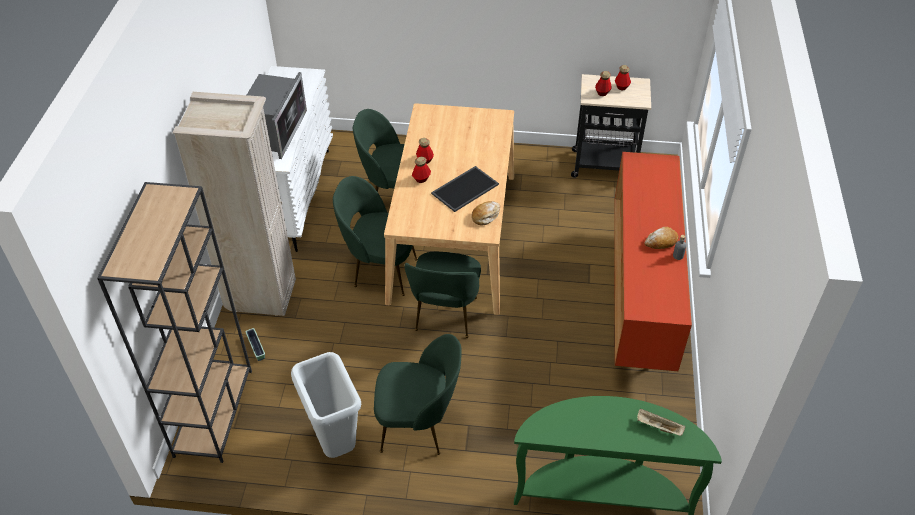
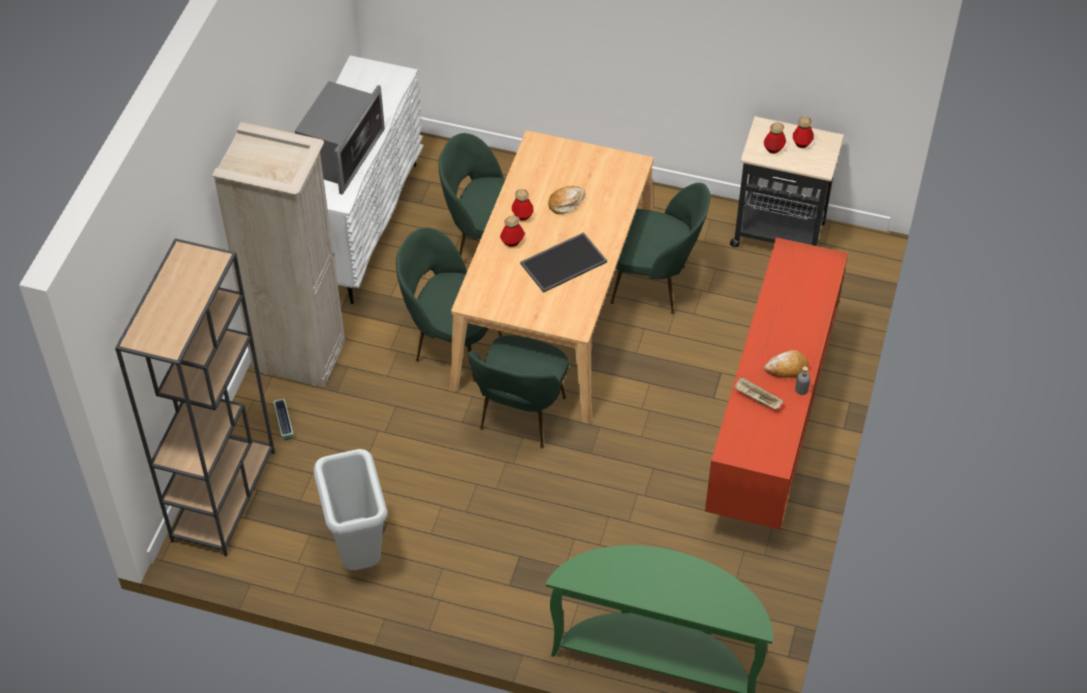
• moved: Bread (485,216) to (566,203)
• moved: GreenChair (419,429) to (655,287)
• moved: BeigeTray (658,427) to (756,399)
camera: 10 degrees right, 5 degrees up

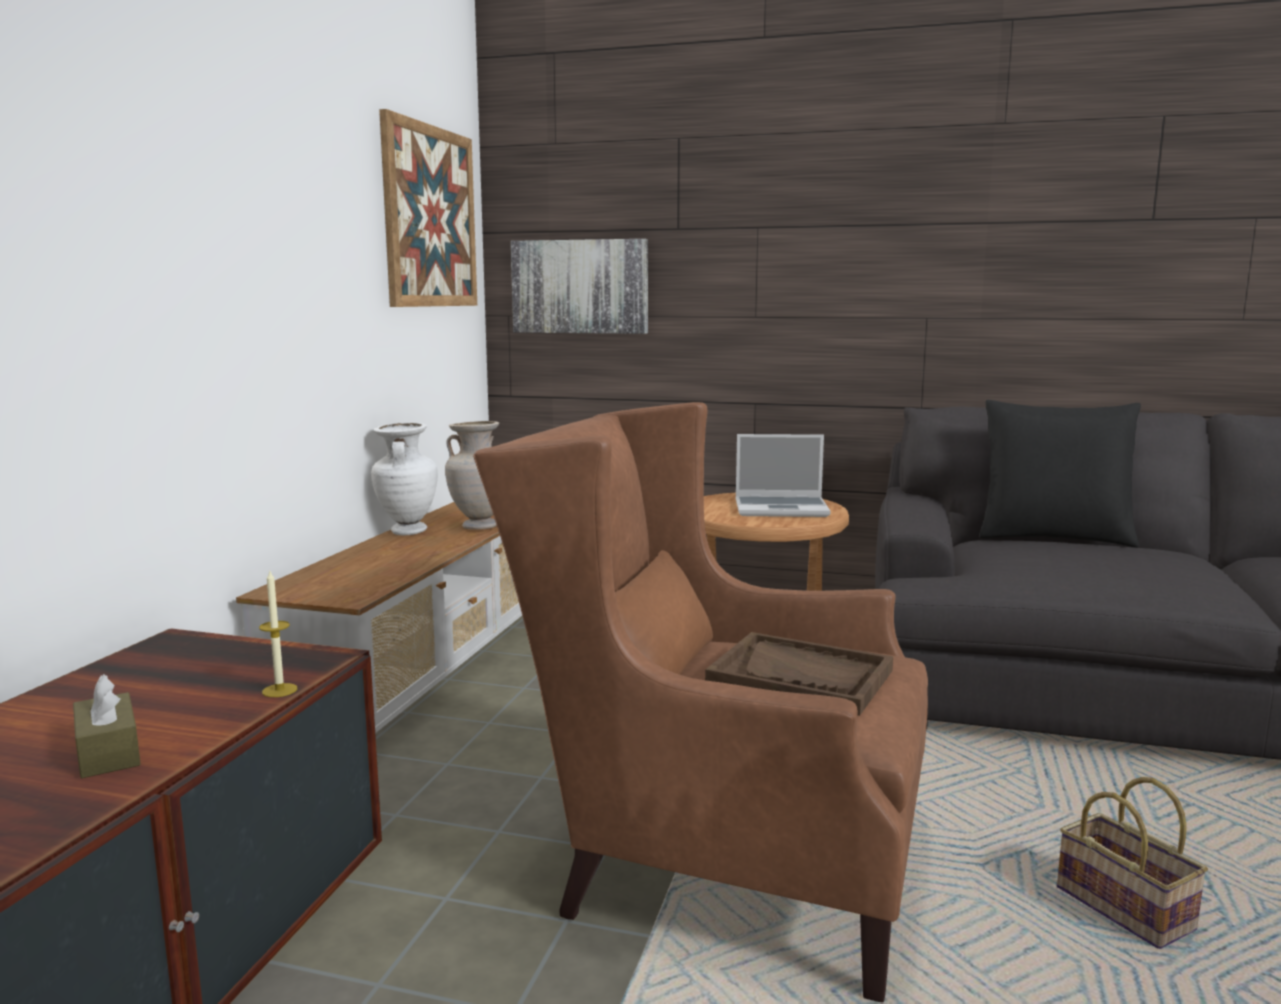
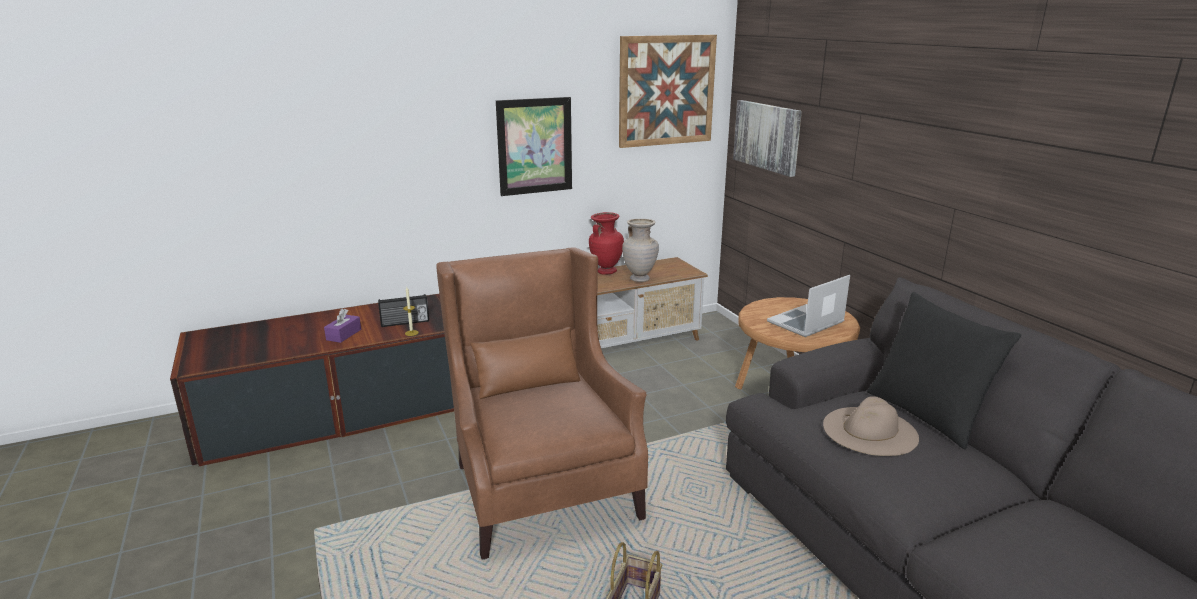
• recoloured: WhiteVase (407,531) to RedVase (606,271)
• turned: Laptop (782,509) = (806,323) 90 degrees clockwise
• removed: BrownTray (801,677)
• recoloured: BrownTissueBox (108,752) to PurpleTissueBox (344,334)
• added: Picture (535,146)
• added: Radio (405,322)
• added: BeigeHat (870,431)
camera: 50 degrees right, 10 degrees up

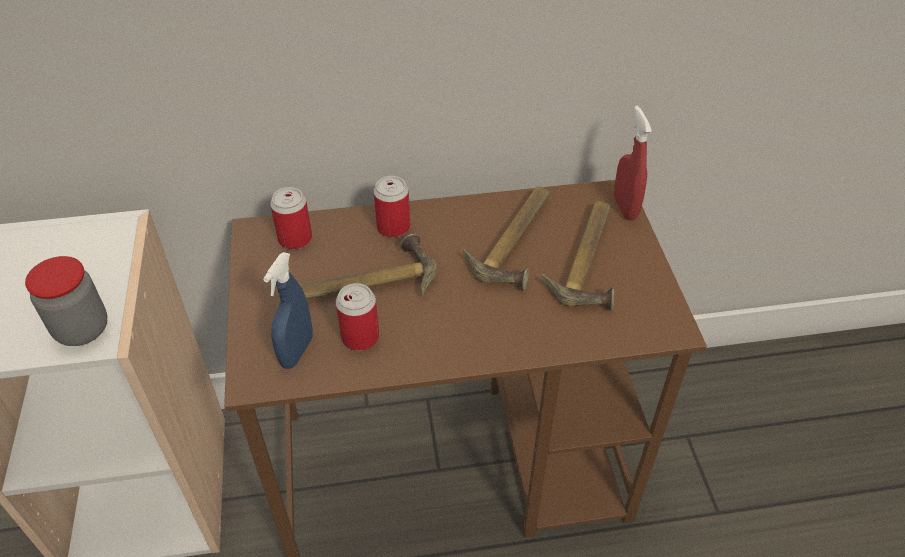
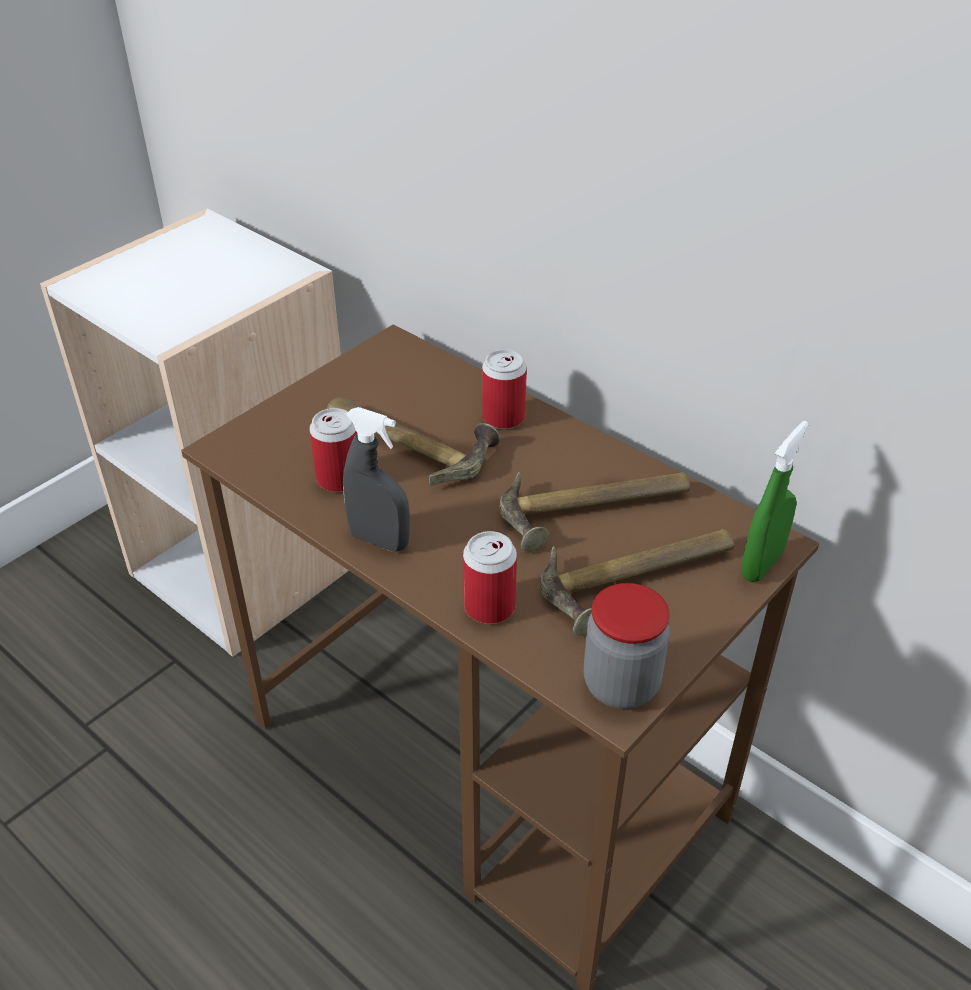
• recoloured: RedSprayBottle (625,207) to GreenSprayBottle (761,564)
• moved: Can (295,239) to (489,607)
• removed: BlueSprayBottle (297,351)
• moved: Jar (82,329) to (621,685)
• added: GreySprayBottle (379,540)
camera: 50 degrees right, 5 degrees down

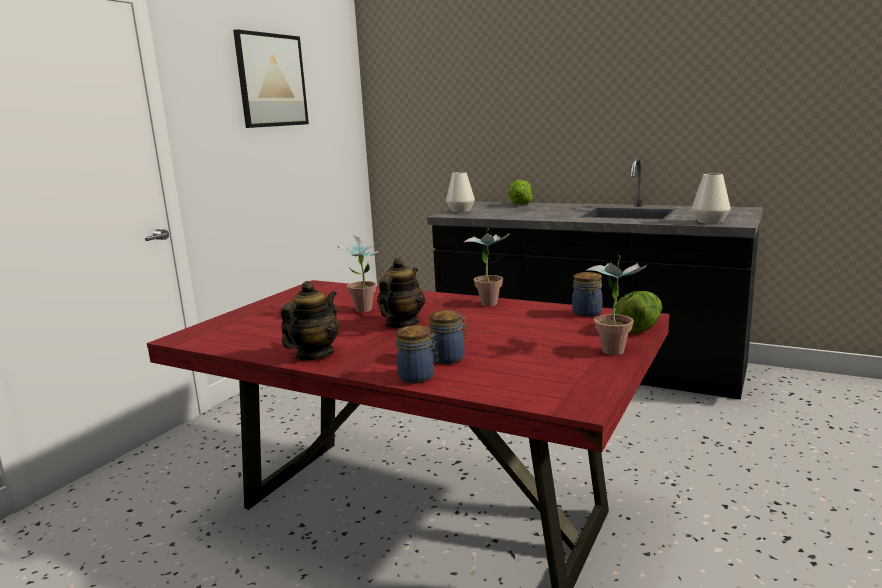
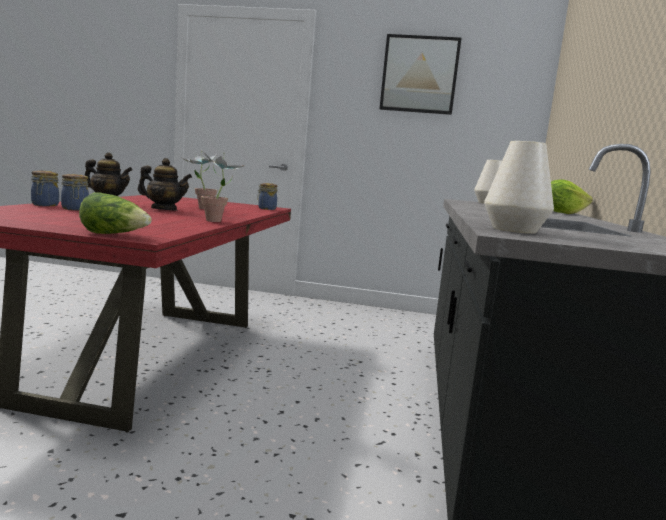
• removed: PottedPlant (615,349)
• moved: Jar (587,313) to (266,208)
camera: 70 degrees right, 5 degrees down

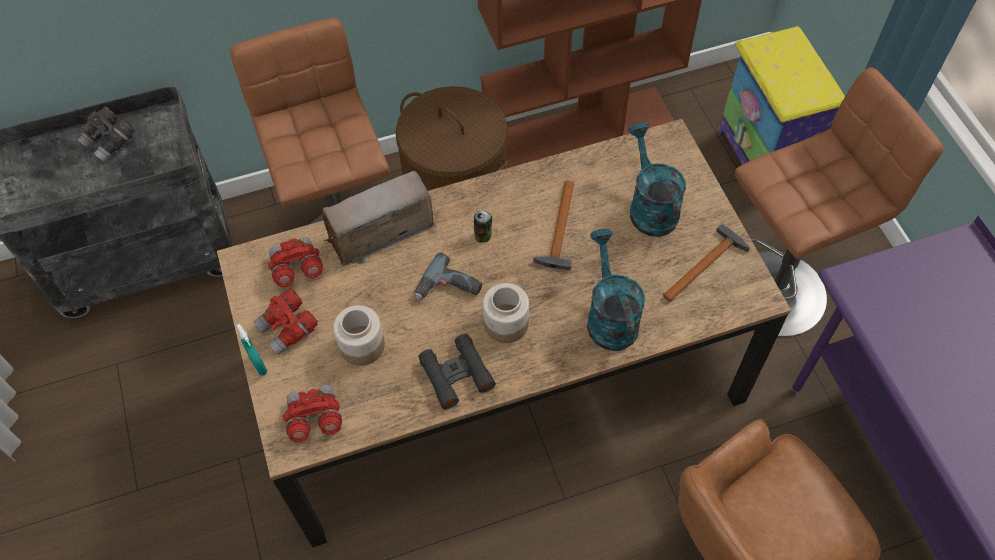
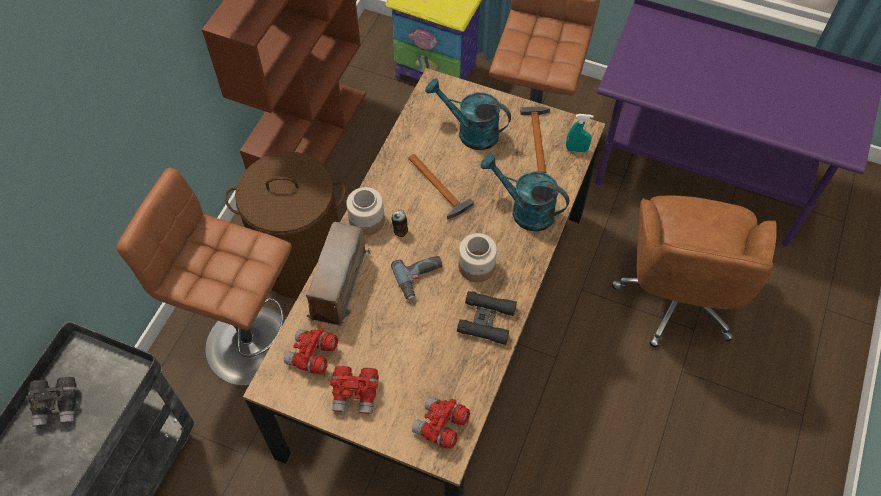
• moved: Jar (361,346) to (366,221)
• moved: TurquoiseSprayBottle (258,365) to (576,149)
camera: 50 degrees left, 0 degrees up

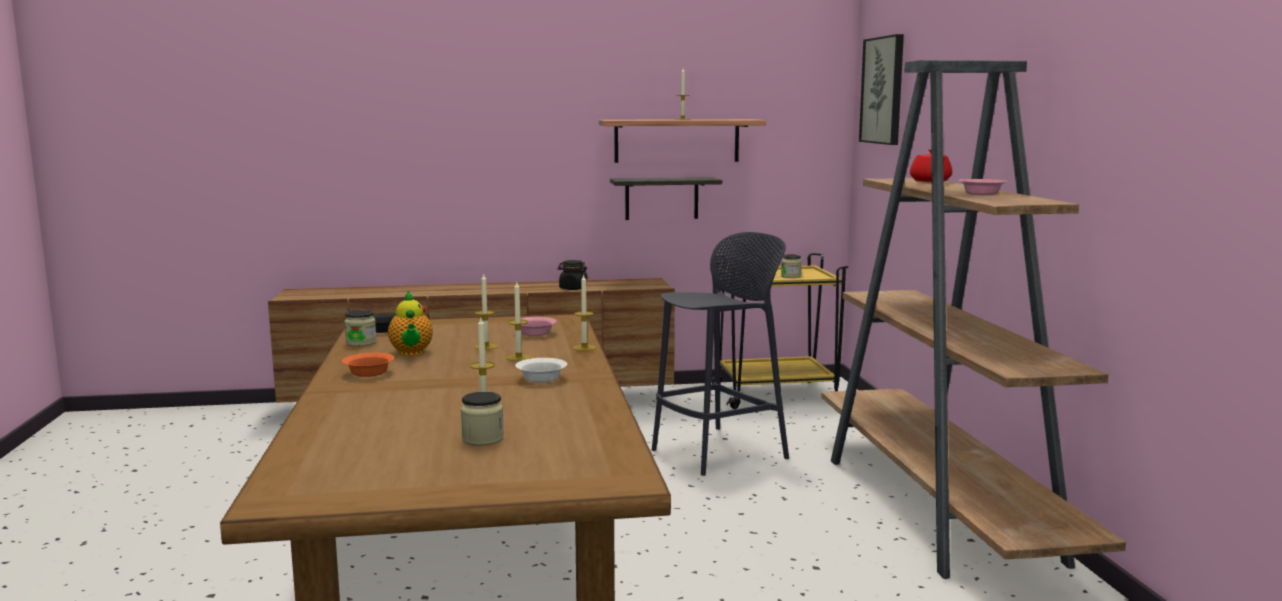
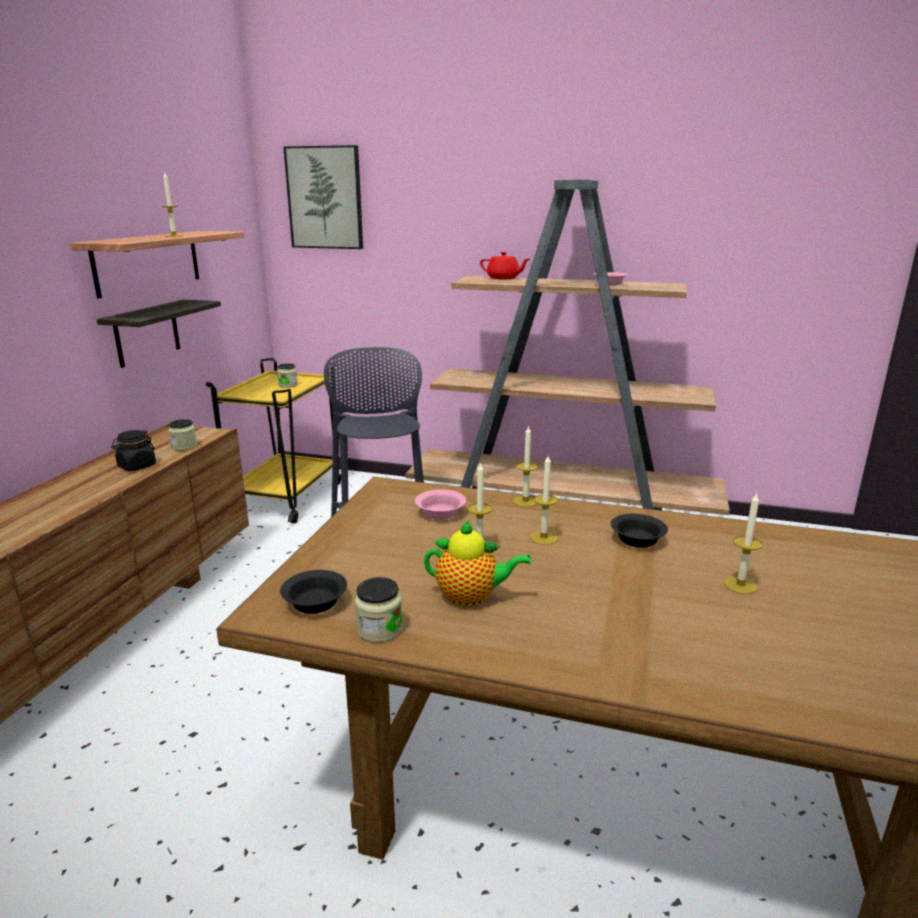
• removed: OrangeBowl (367,373)
• recoloured: WhiteBowl (541,378) to BlackBowl (636,540)
• moved: Jar (482,439) to (184,446)
camera: 65 degrees left, 10 degrees up

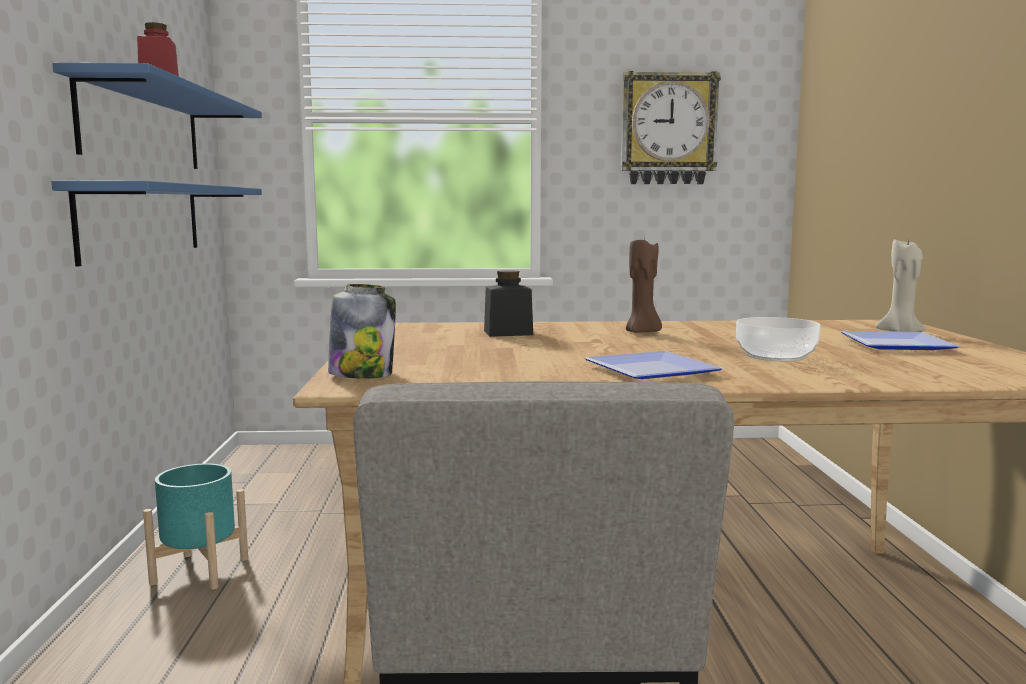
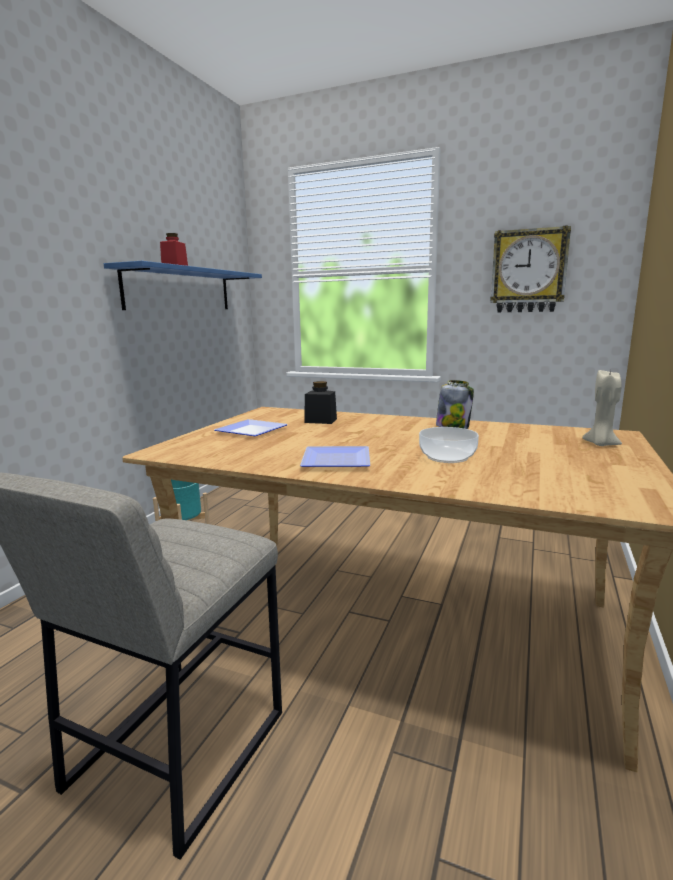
• removed: BlueShelf (143,220)
• removed: BrownCandle (642,332)
• moved: Jar (362,374) to (453,427)
• moved: Plate (897,344) to (254,430)
camera: 25 degrees right, 5 degrees up

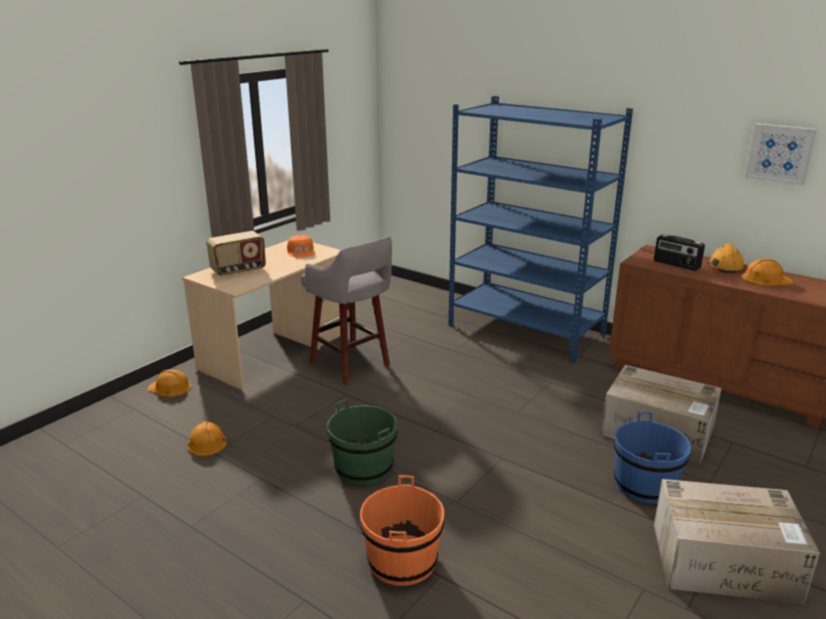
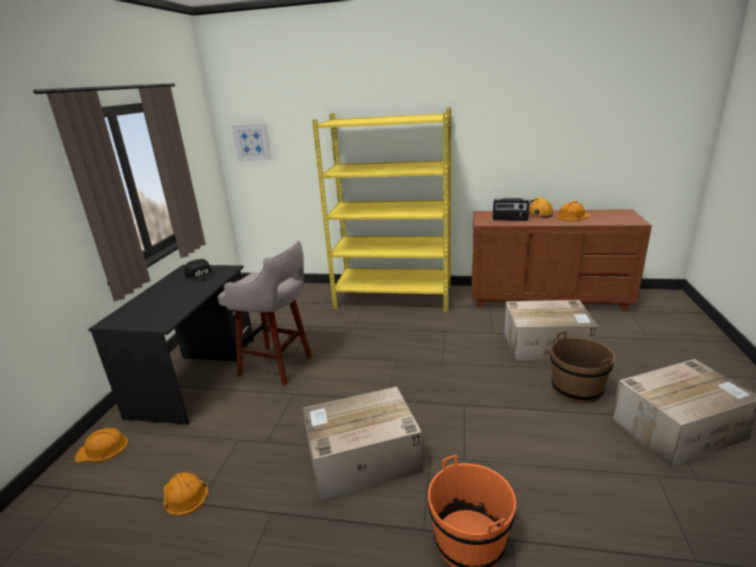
• recoloured: BlueBookcase (525,330) to YellowBookcase (393,297)
• moved: Picture (780,153) to (252,142)
• removed: Radio (238,270)
• recoloured: OrangeCap (301,251) to BlackCap (200,275)
• recoloured: BeigeDesk (275,352) to BlackDesk (196,375)
• replaced: GreenBucket (363,467) to CardboardBox (361,459)
• recoloured: BlueBucket (645,485) to BrownBucket (577,388)
camera: 25 degrees left, 0 degrees up

